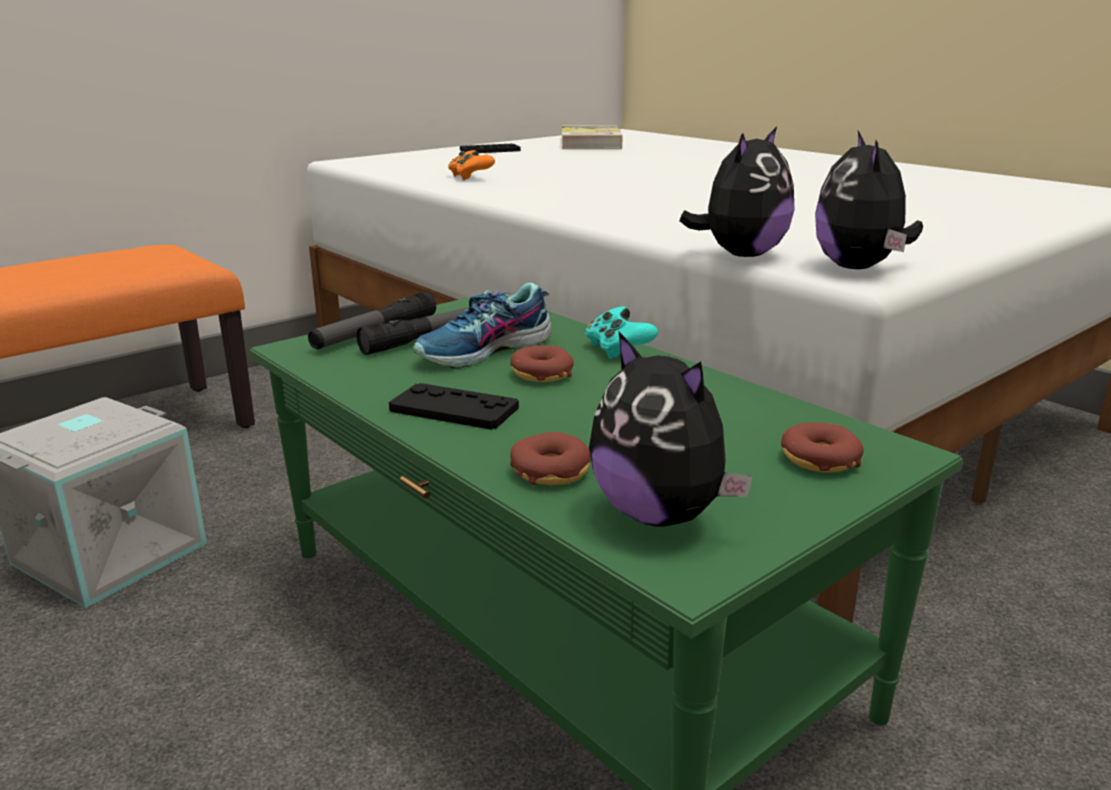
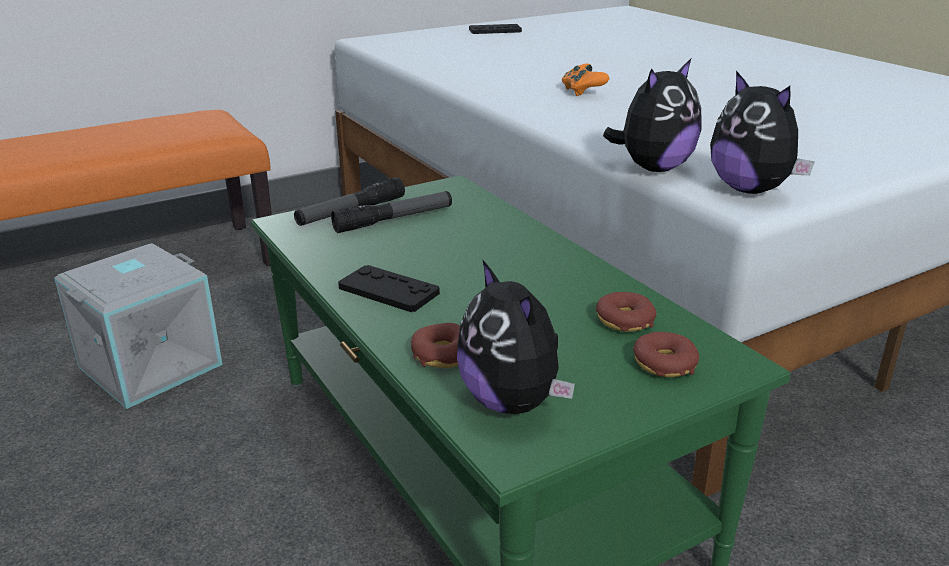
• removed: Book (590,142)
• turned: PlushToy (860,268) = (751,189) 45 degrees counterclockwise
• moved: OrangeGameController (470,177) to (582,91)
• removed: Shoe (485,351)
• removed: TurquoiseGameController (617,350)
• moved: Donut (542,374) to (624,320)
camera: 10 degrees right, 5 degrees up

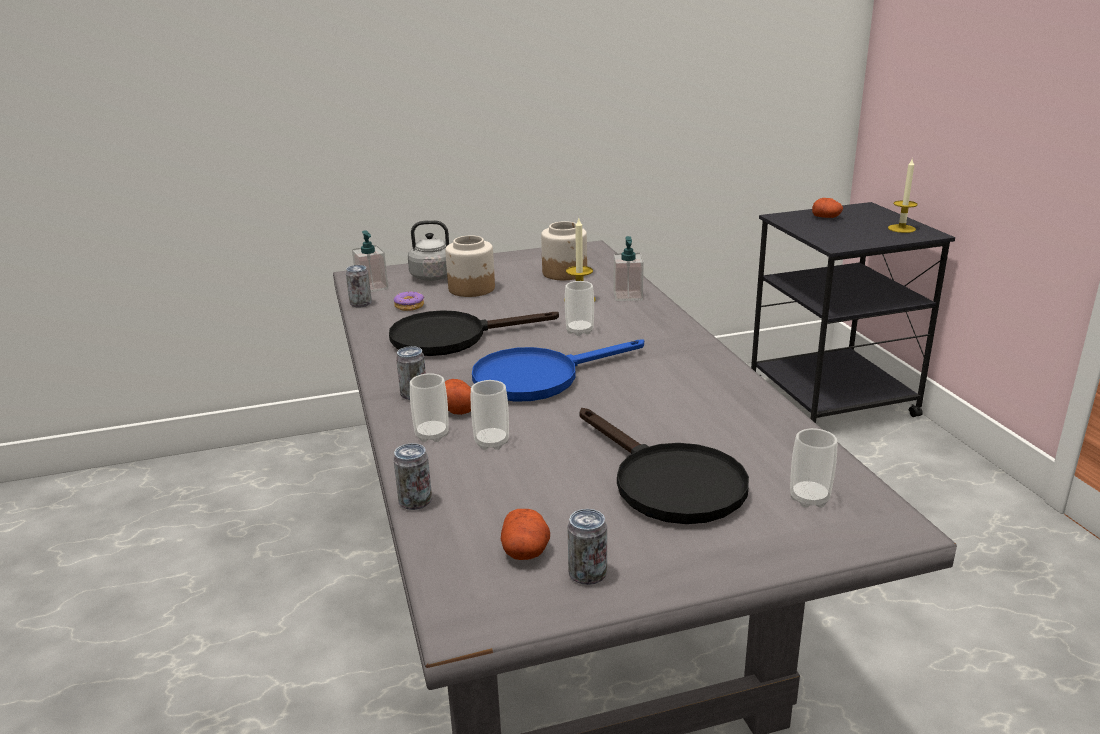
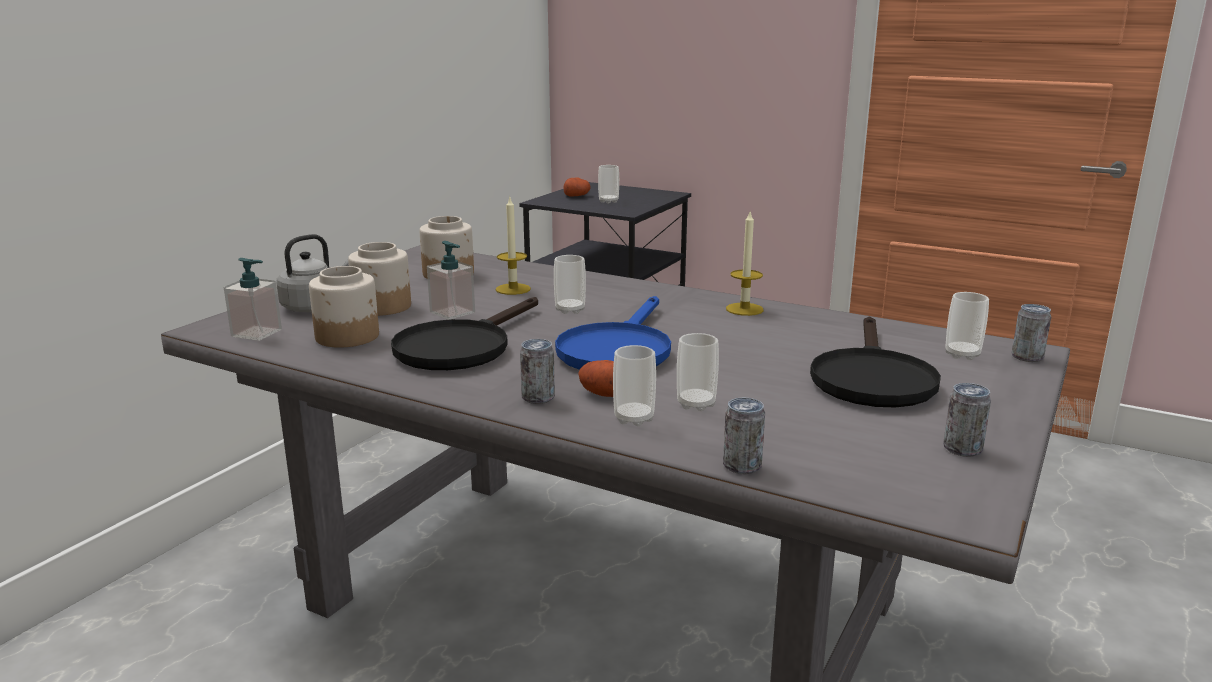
• moved: Candle (901,228) to (744,309)
• moved: SoapDispenser (628,296) to (452,312)
• moved: Can (360,304) to (1027,357)
• replaced: Donut (409,306) to Jar (348,336)
• turned: BlackFryingPan (667,482) = (871,378) 90 degrees clockwise
• removed: Potato (526,551)
• added: Cup (608,201)
camera: 45 degrees left, 5 degrees down

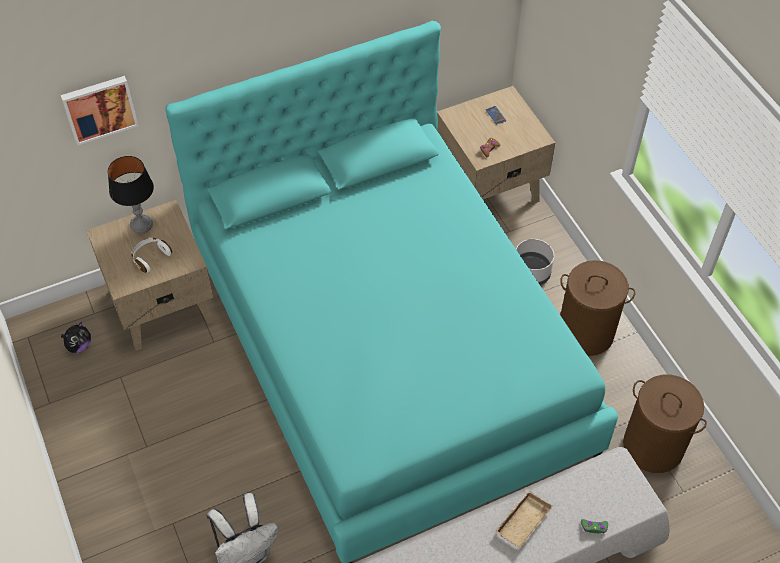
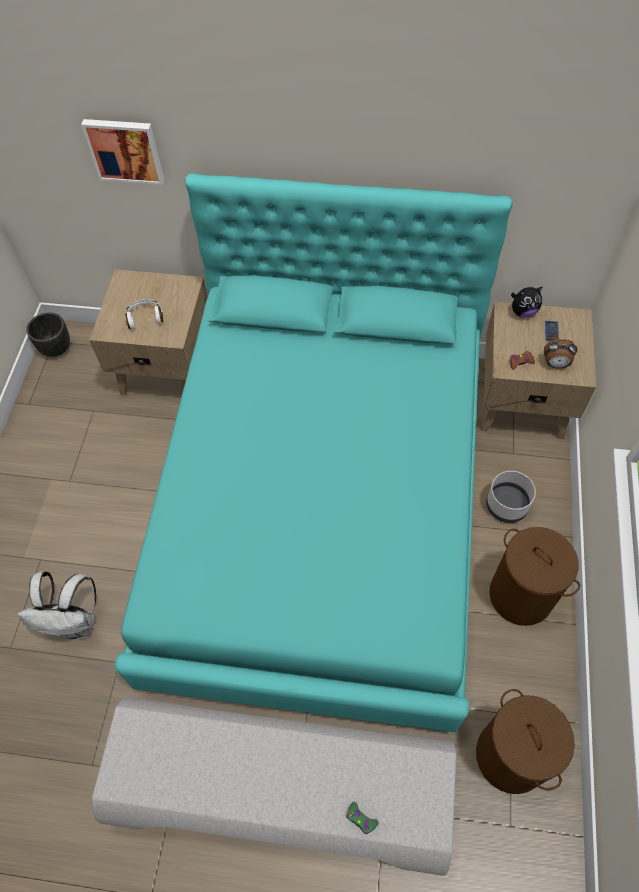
• removed: TableLamp (141,224)
• moved: PlushToy (79,346) to (523,312)
• removed: BeigeTray (522,520)
• added: BlackPlanter (56,348)
• added: AlarmClock (555,364)
camera: 35 degrees right, 5 degrees up

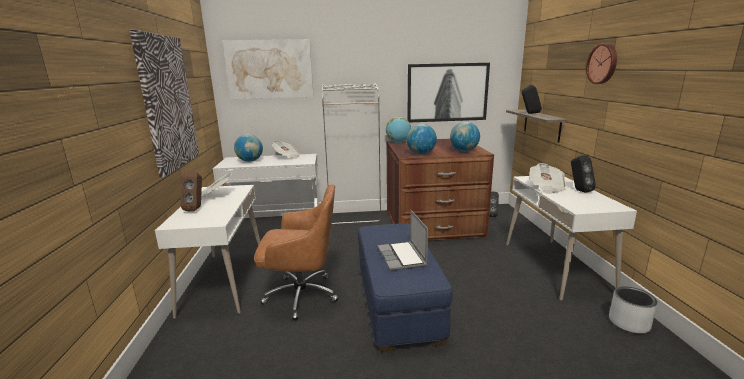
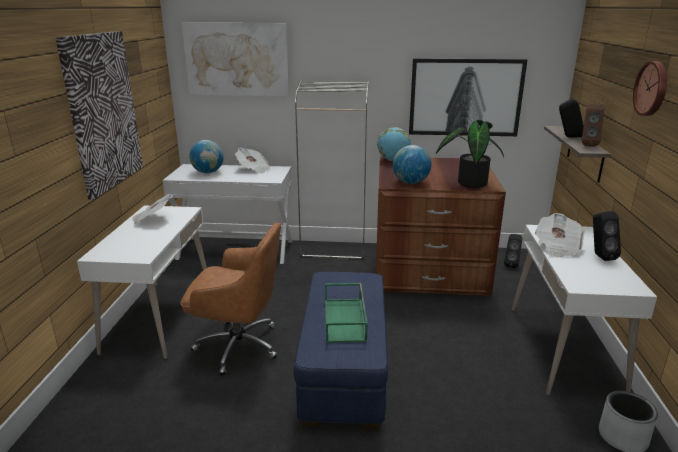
• replaced: Globe (464,151) to PottedPlant (469,182)
• moved: BrownSpeaker (196,209) to (587,145)
• replaced: Laptop (402,257) to GreenTray (345,320)
camera: 10 degrees right, 5 degrees up

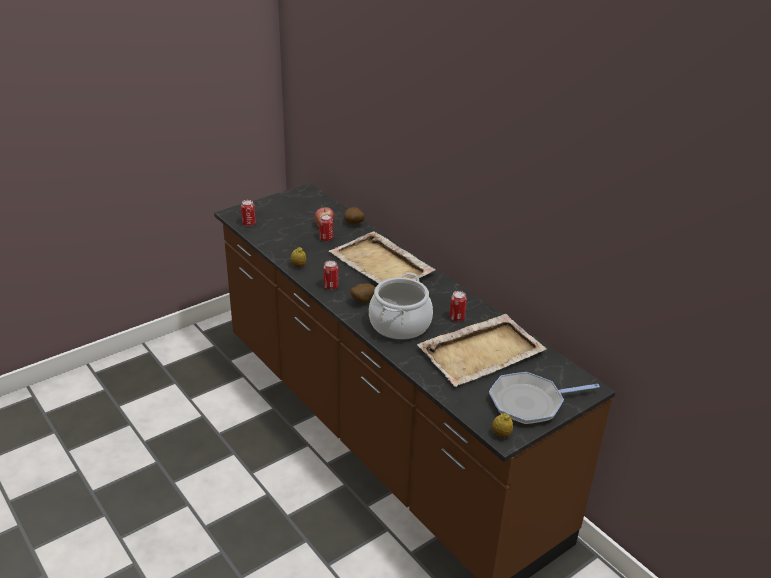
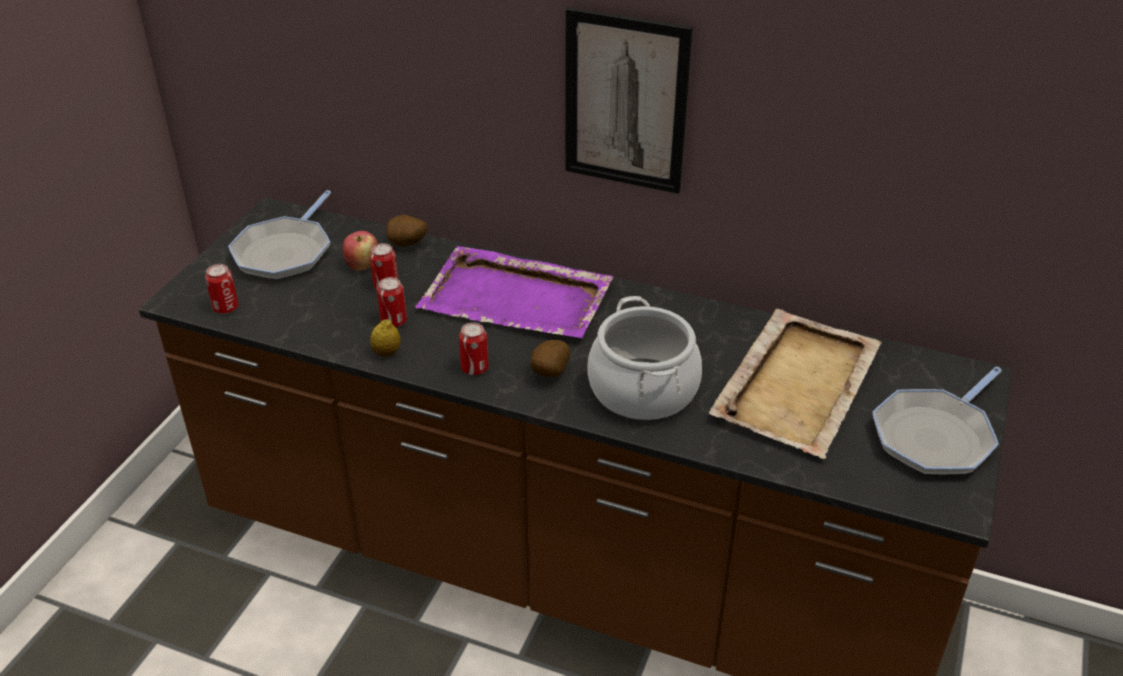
• recoloured: BeigeTray (381,265) to PurpleTray (517,299)
• moved: Can (457,318) to (394,321)
• removed: Lemon (501,434)
• added: Picture (625,102)
• added: FryingPan (285,252)
camera: 30 degrees left, 5 degrees up

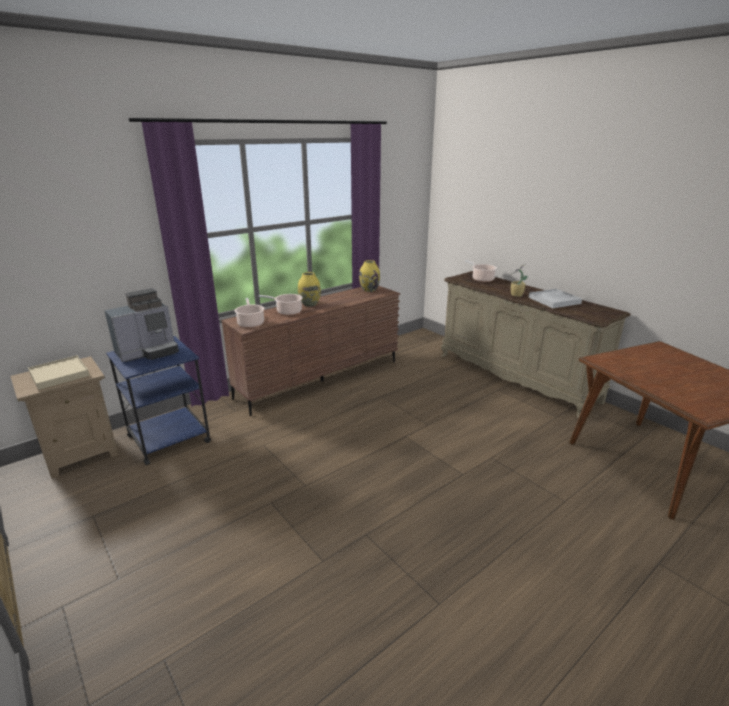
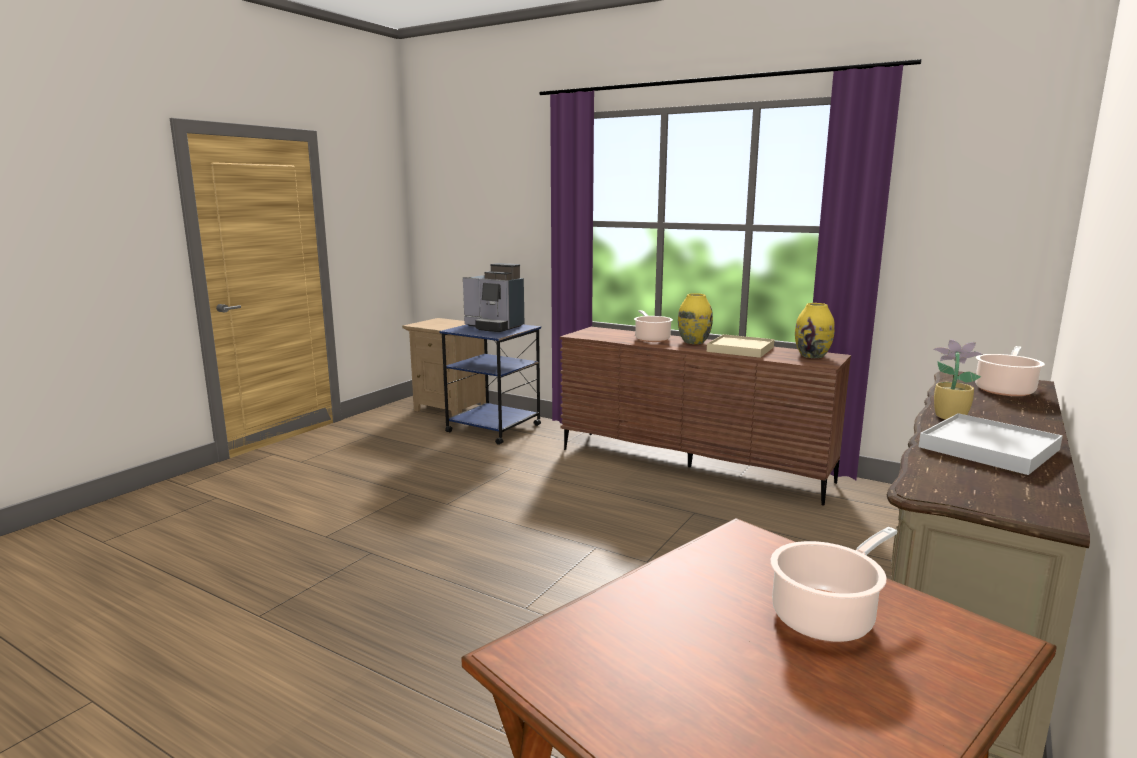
• moved: CookingPot (250,323) to (826,616)
• moved: BeigeTray (59,374) to (740,349)
camera: 70 degrees right, 10 degrees down

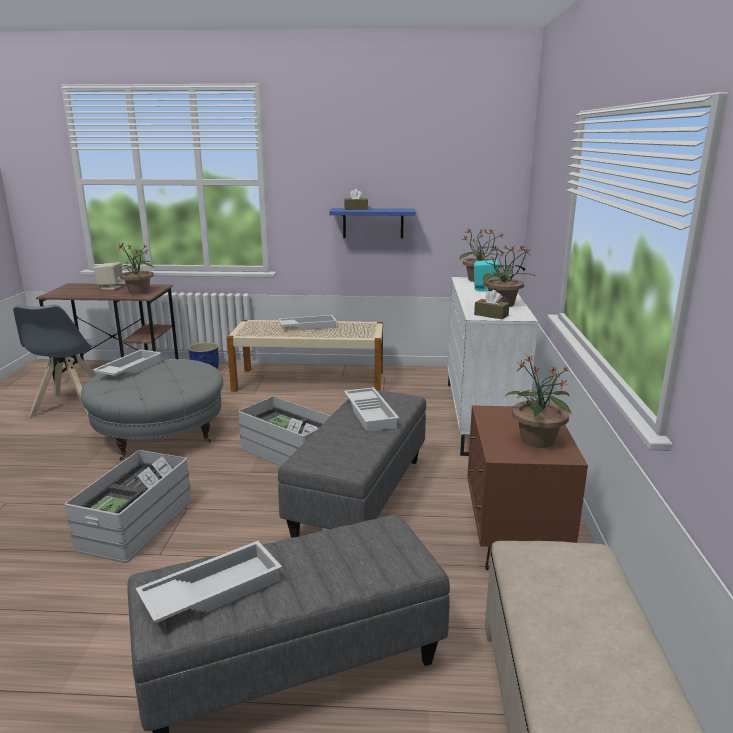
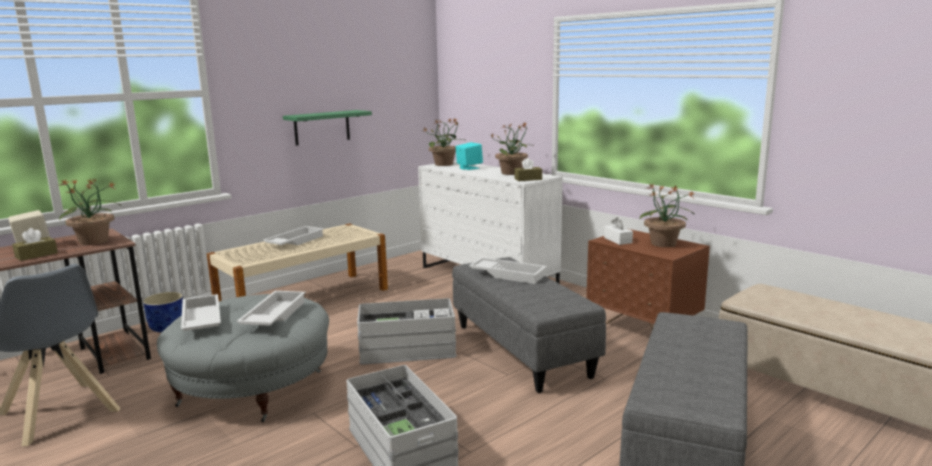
• moved: BrownTissueBox (356,209) to (36,255)
• recoloured: BlueShelf (373,223) to GreenShelf (322,127)
• moved: WhiteTray (212,590) to (273,316)
• added: WhiteTissueBox (618,240)
camera: 45 degrees left, 5 degrees down

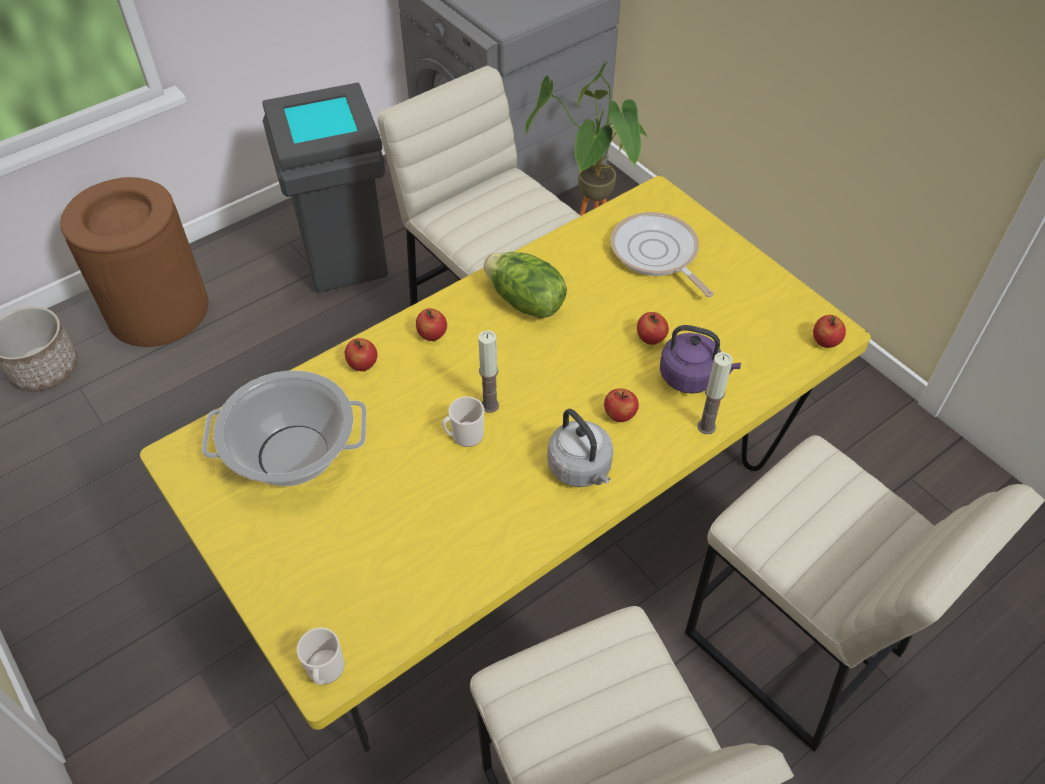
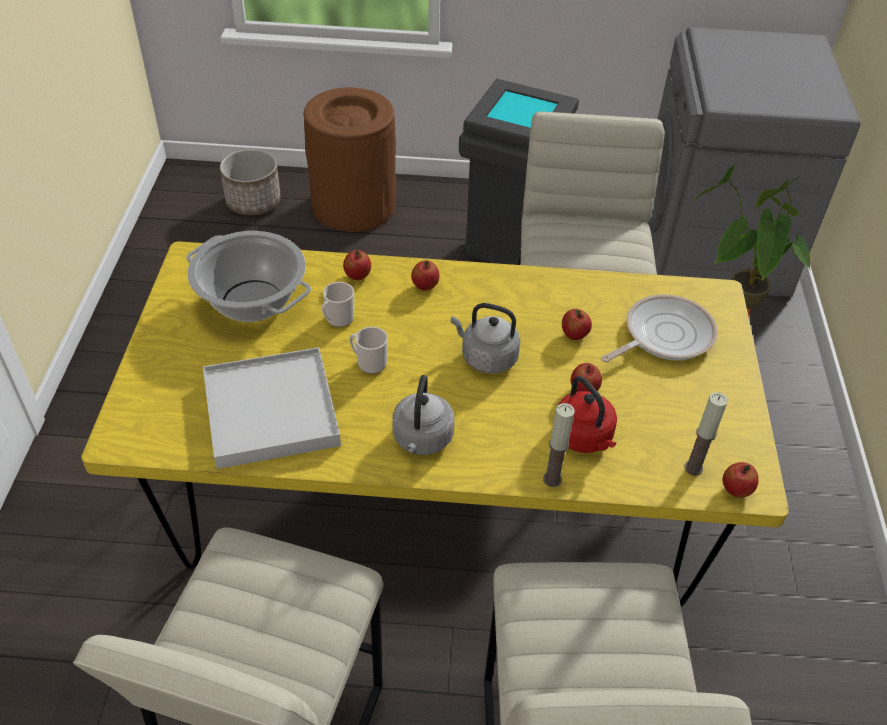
• turned: FryingPan (656,254) = (663,335) 45 degrees clockwise
• removed: Lettuce (524,302)
• recoloured: PurpleKettle (692,377) to RedKettle (584,438)
• moved: Candle (490,405) to (693,468)
• moved: Apple (619,415) to (574,335)
• moved: Mug (325,671) to (337,319)
• added: GreyKettle (486,357)
• added: WhiteTray (271,411)
camera: 40 degrees right, 5 degrees down

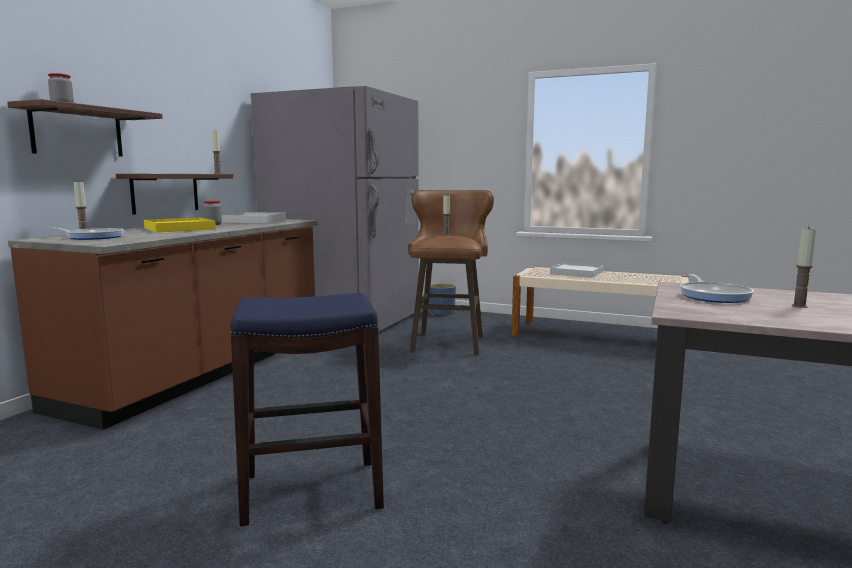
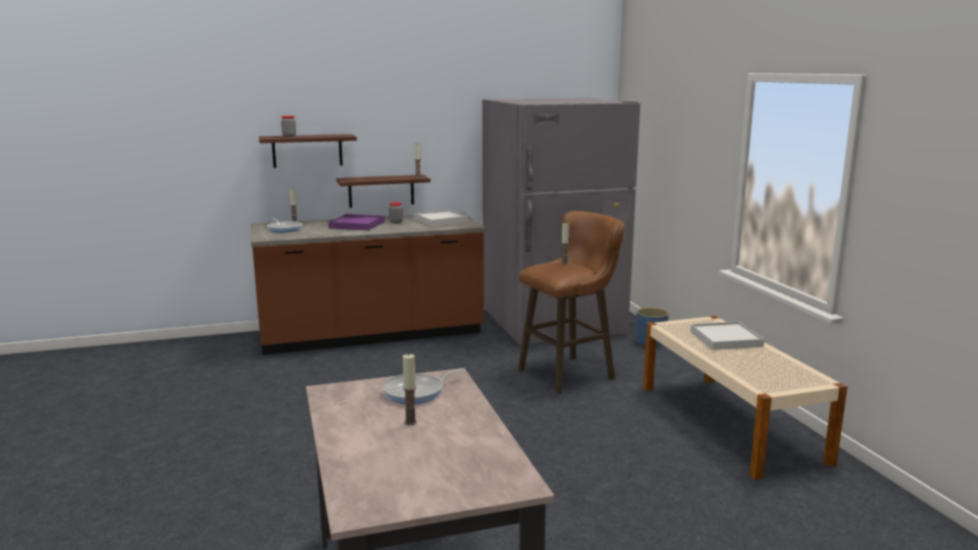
• recoloured: YellowTray (179,228) to PurpleTray (357,225)
• removed: Stool (312,492)
camera: 50 degrees right, 5 degrees up

